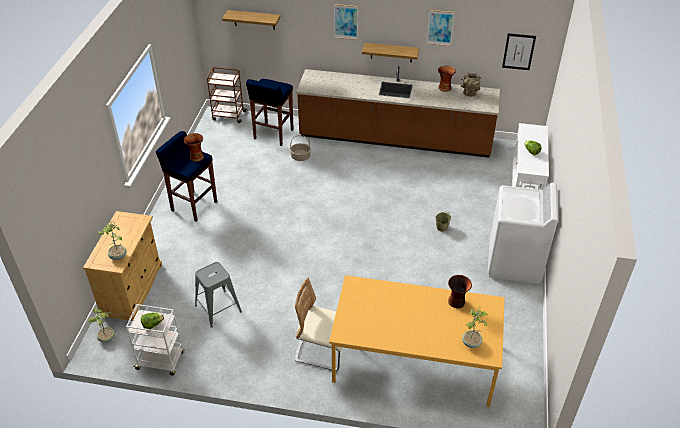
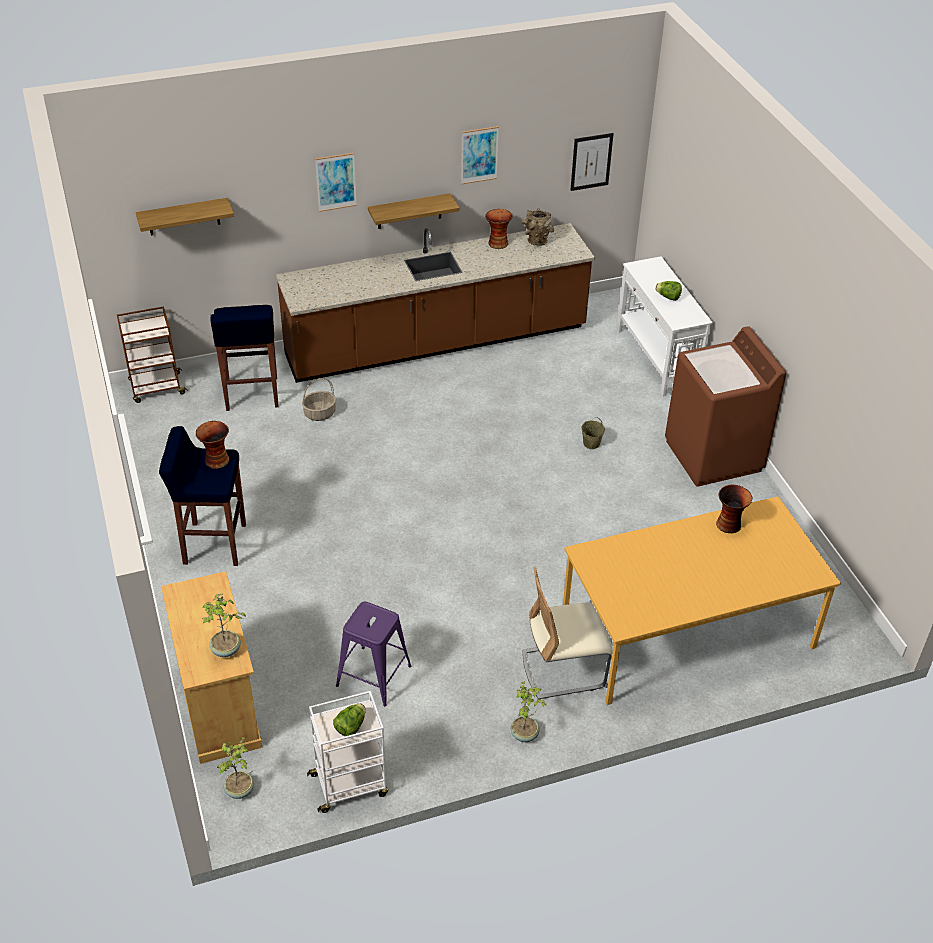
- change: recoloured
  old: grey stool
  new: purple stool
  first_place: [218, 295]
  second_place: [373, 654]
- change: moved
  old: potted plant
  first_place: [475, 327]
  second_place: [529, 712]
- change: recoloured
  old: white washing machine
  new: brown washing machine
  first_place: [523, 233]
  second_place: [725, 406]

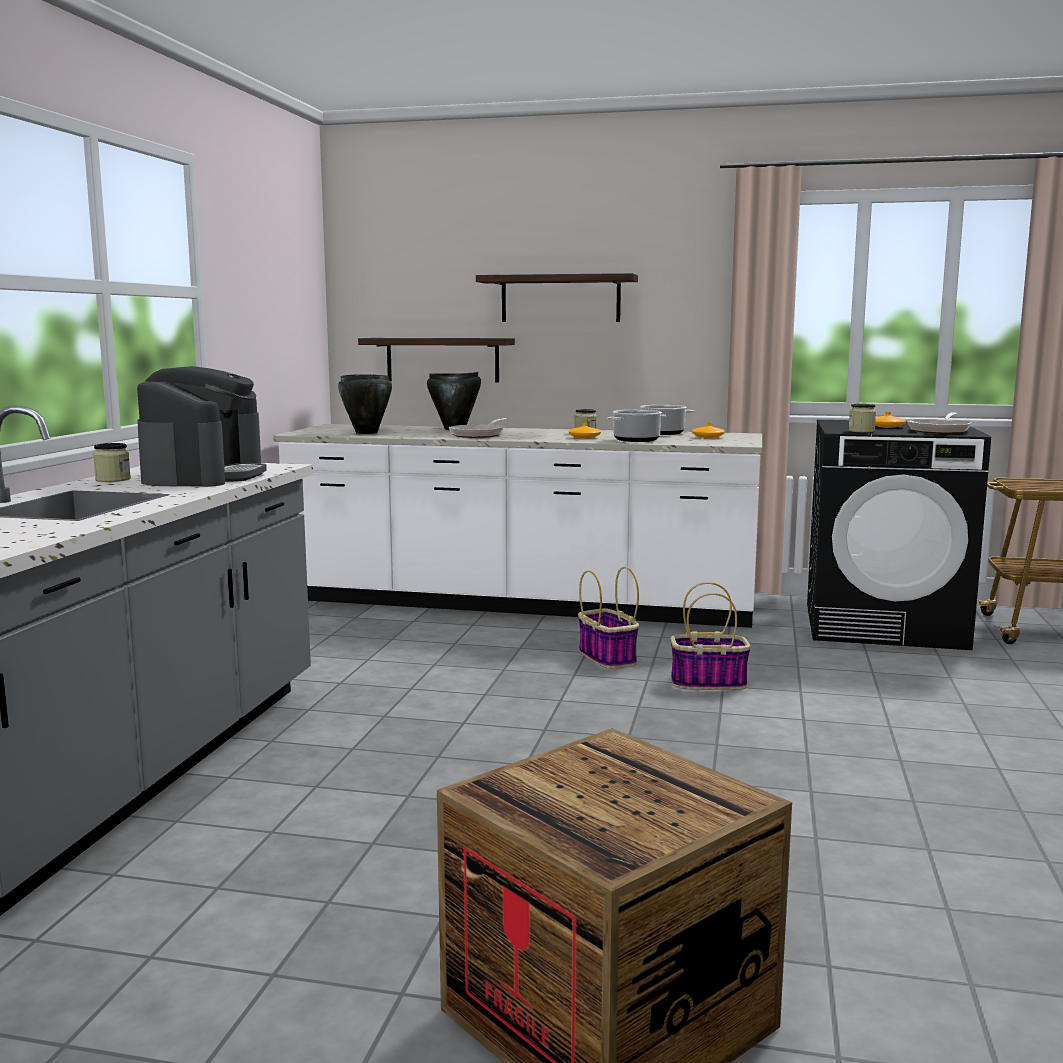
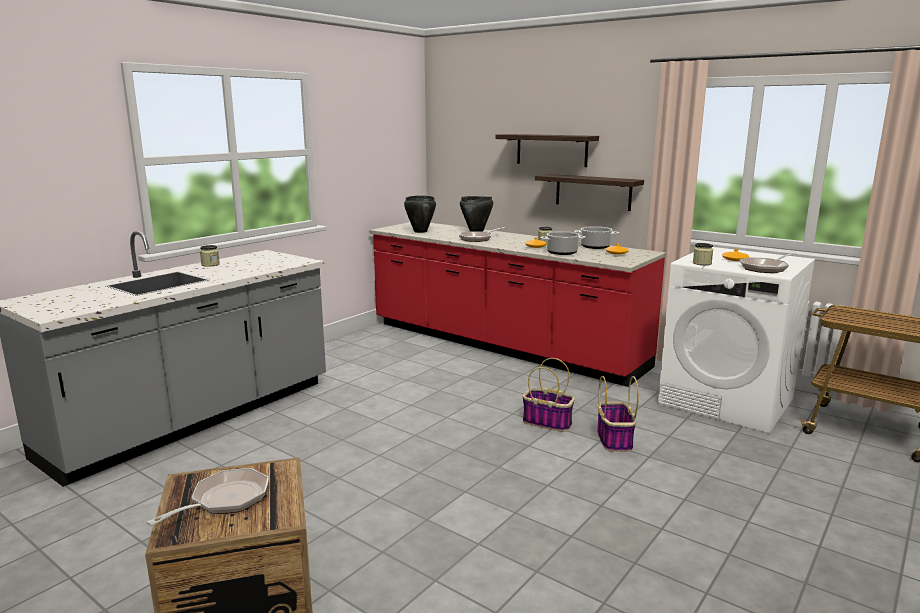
- change: added
  new: frying pan
  second_place: [207, 497]
- change: recoloured
  old: white counter
  new: red counter
  first_place: [517, 526]
  second_place: [517, 304]
- change: moved
  old: shelf
  first_place: [436, 360]
  second_place: [589, 192]
- change: moved
  old: basket
  first_place: [608, 617]
  second_place: [618, 414]
- change: recoloured
  old: black washing machine
  new: white washing machine
  first_place: [899, 535]
  second_place: [736, 340]
- change: removed
  old: coffee machine
  first_place: [202, 426]

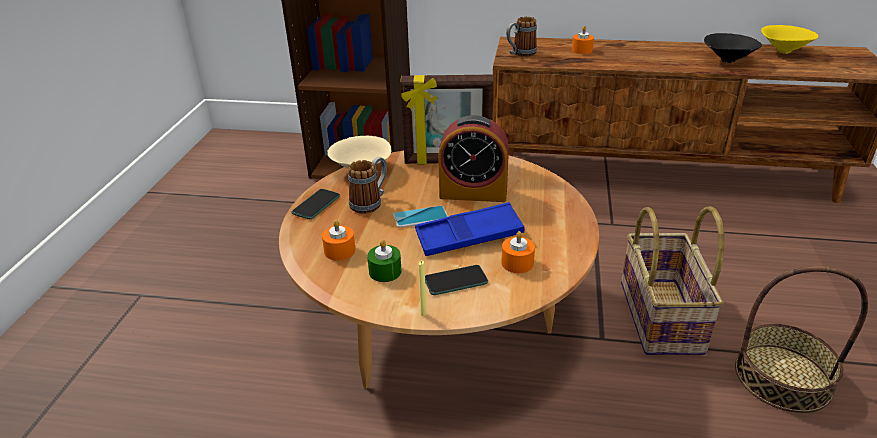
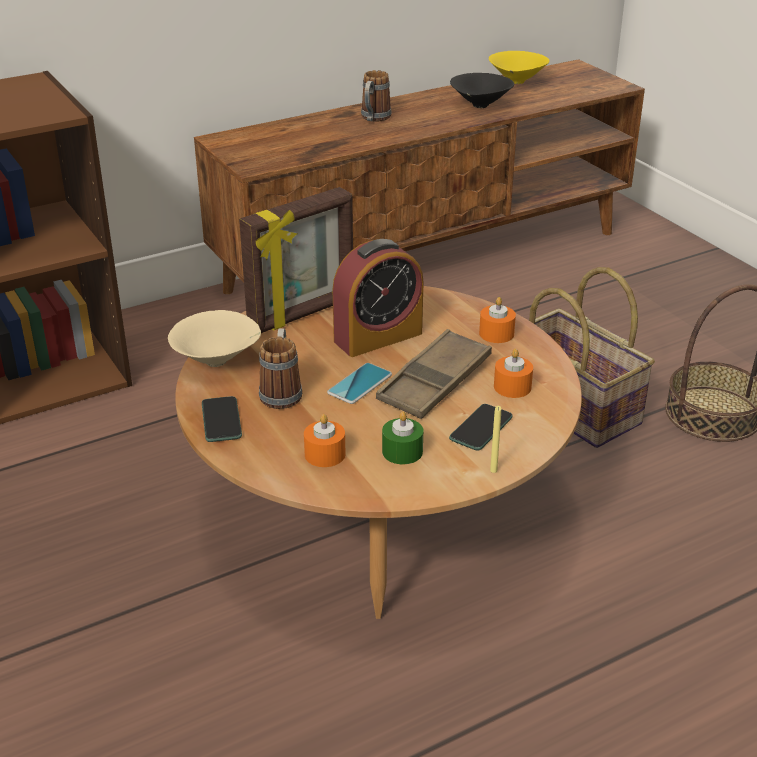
- change: moved
  old: mug
  first_place: [521, 37]
  second_place: [376, 96]
- change: recoloured
  old: blue tray
  new: brown tray
  first_place: [470, 229]
  second_place: [434, 374]
- change: moved
  old: orange candle
  first_place: [583, 40]
  second_place: [497, 320]

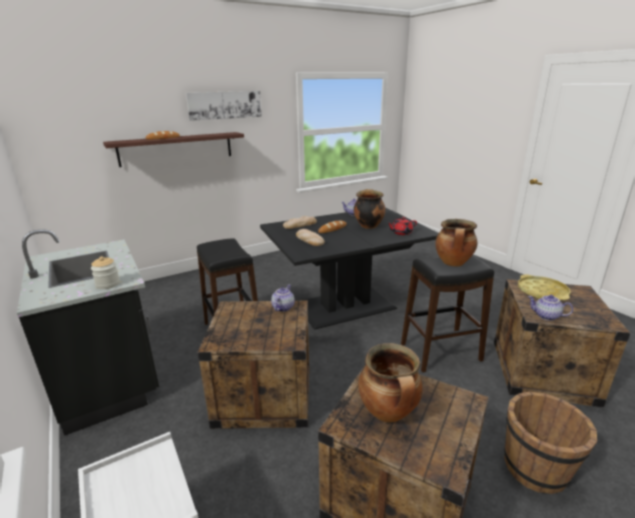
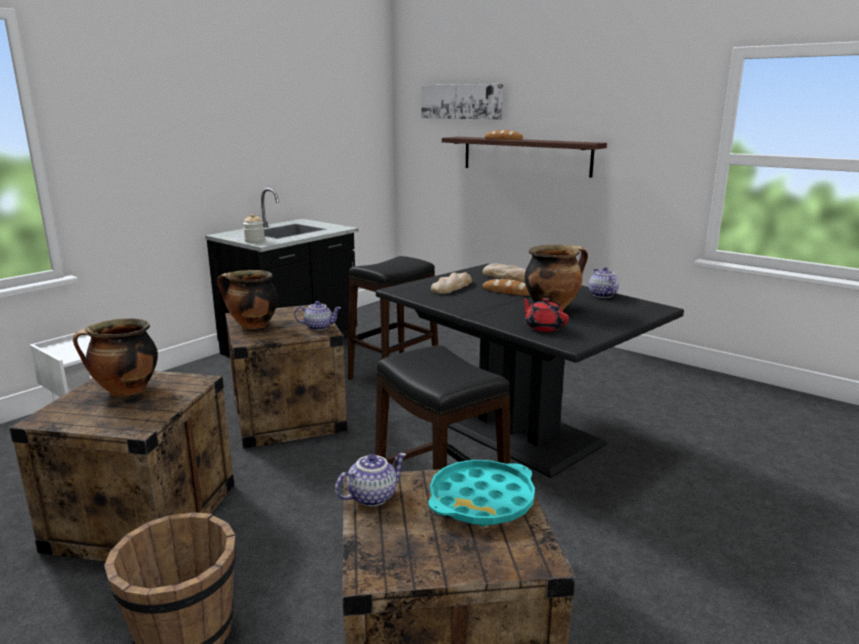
- change: moved
  old: cooking pot
  first_place: [456, 243]
  second_place: [247, 299]
- change: turned
  old: teapot
  first_place: [550, 308]
  second_place: [371, 479]
  degrees: 45
- change: moved
  old: picture
  first_place: [224, 106]
  second_place: [462, 102]
- change: recoloured
  old: yellow tray
  new: turquoise tray
  first_place: [544, 287]
  second_place: [481, 493]

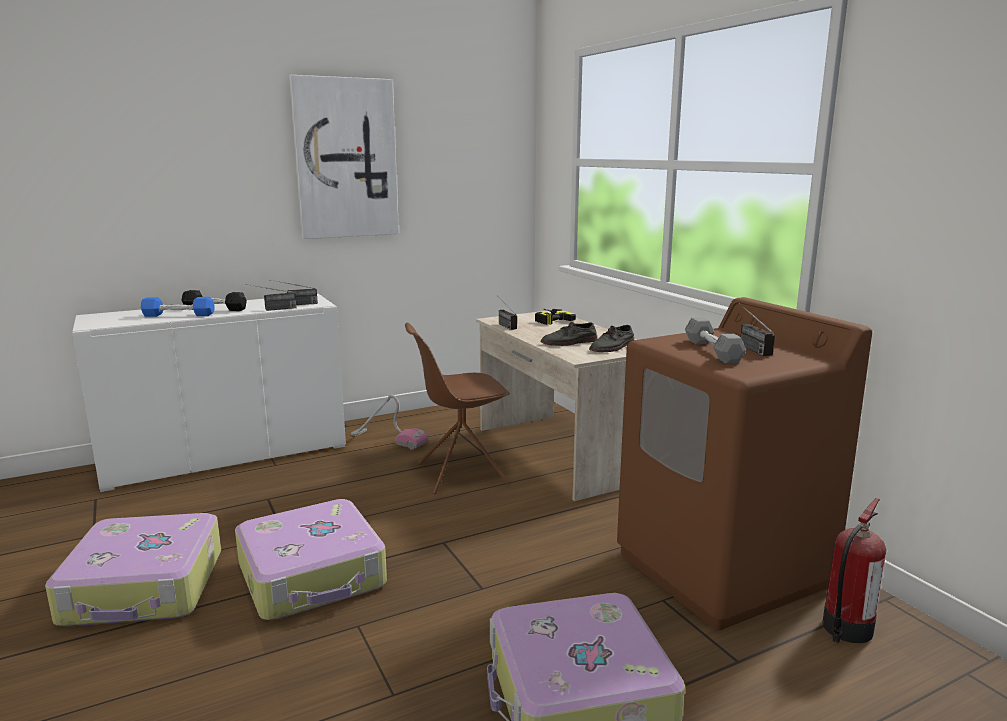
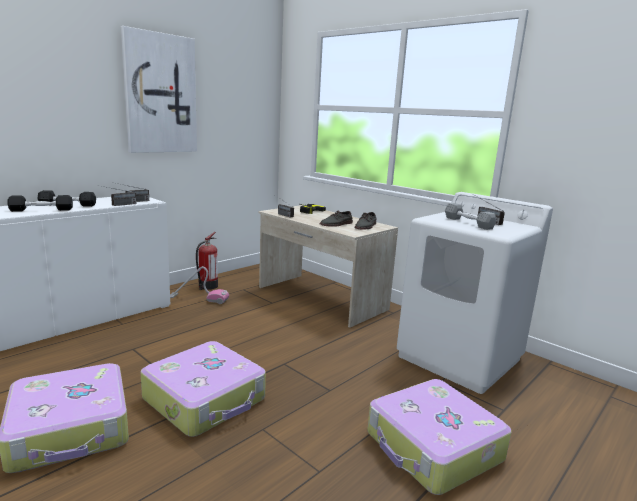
- change: recoloured
  old: blue dumbbell
  new: black dumbbell
  first_place: [178, 307]
  second_place: [40, 203]
- change: moved
  old: fire extinguisher
  first_place: [854, 570]
  second_place: [207, 261]
- change: recoloured
  old: brown washing machine
  new: white washing machine
  first_place: [744, 463]
  second_place: [475, 293]
- change: removed
  old: brown chair
  first_place: [457, 409]

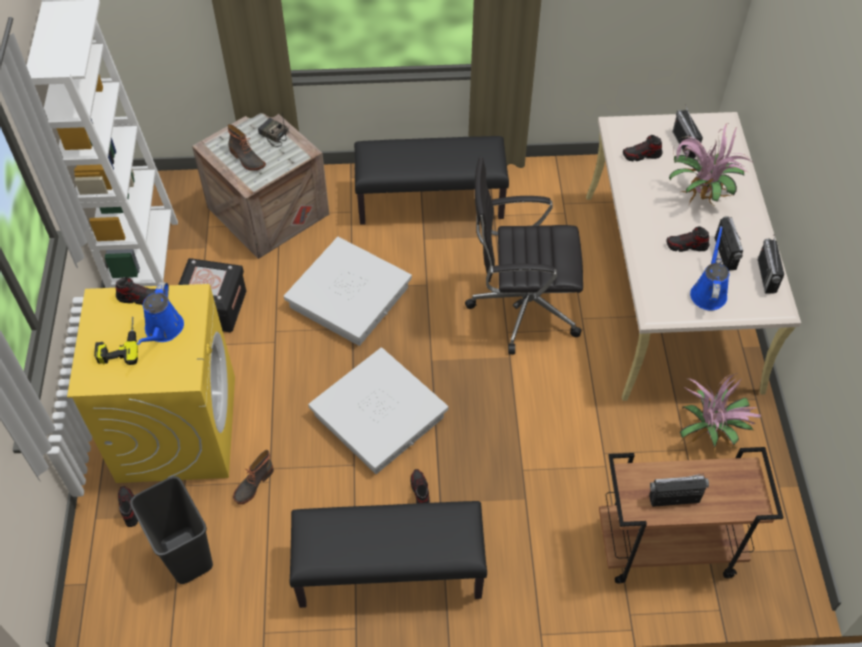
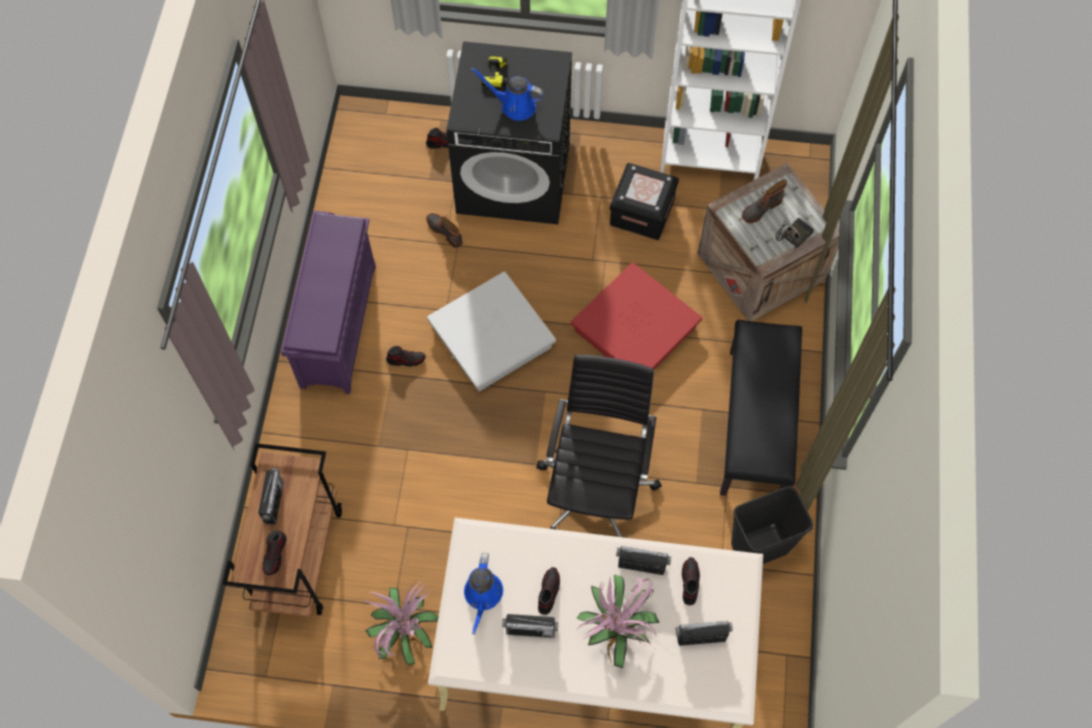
- change: moved
  old: shoe
  first_place: [136, 291]
  second_place: [274, 552]
- change: replaced
  old: black bench
  new: purple shoe rack
  first_place: [388, 554]
  second_place: [328, 302]
- change: recoloured
  old: yellow washing machine
  new: black washing machine
  first_place: [151, 383]
  second_place: [509, 132]
- change: turned
  old: blue watering can
  first_place: [709, 268]
  second_place: [483, 594]
  degrees: 75
- change: recoloured
  old: white storage box
  new: red storage box
  first_place: [348, 291]
  second_place: [636, 315]
- change: moved
  old: radio
  first_place: [771, 264]
  second_place: [643, 560]
- change: moved
  old: black trash can
  first_place: [171, 530]
  second_place: [772, 525]

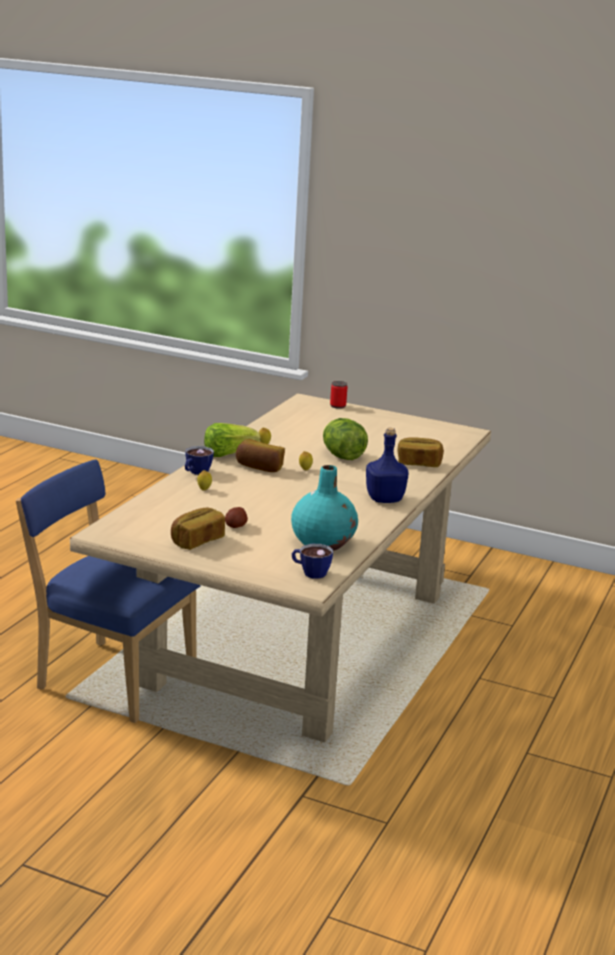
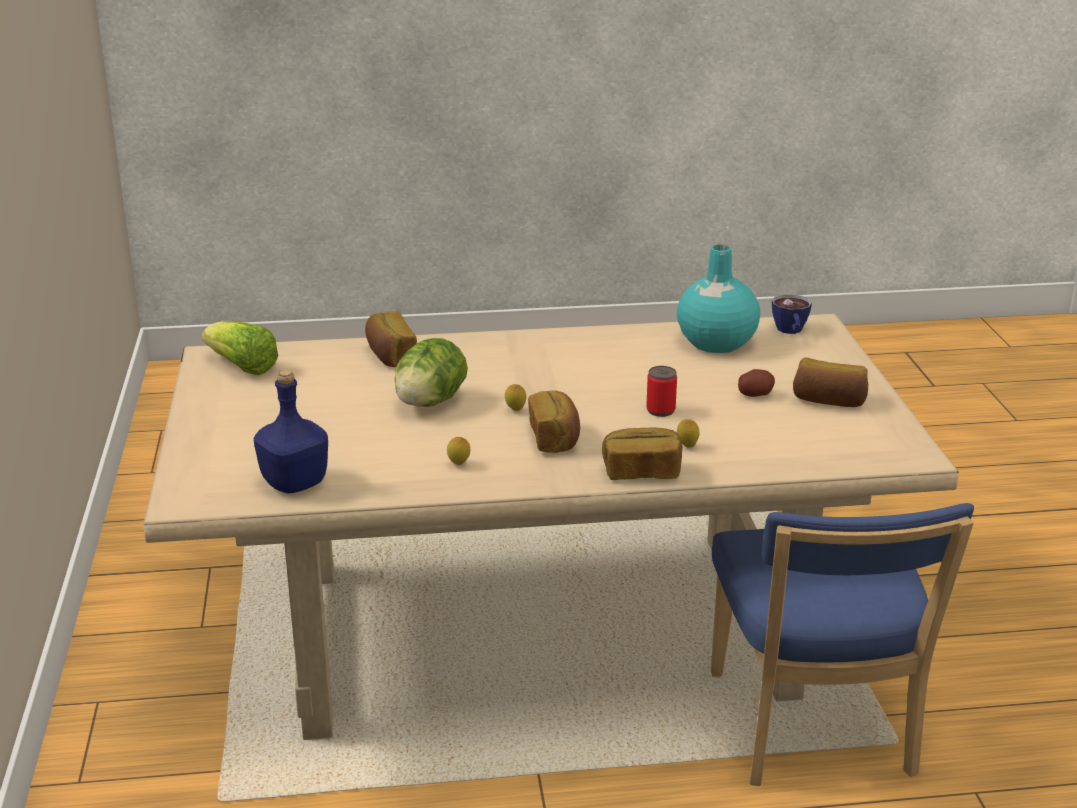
- change: moved
  old: lettuce
  first_place: [232, 440]
  second_place: [240, 348]
- change: moved
  old: blue bottle
  first_place: [387, 465]
  second_place: [291, 432]
- change: replaced
  old: cup
  new: bread
  first_place: [199, 460]
  second_place: [642, 454]
- change: moved
  old: can
  first_place: [338, 395]
  second_place: [661, 391]

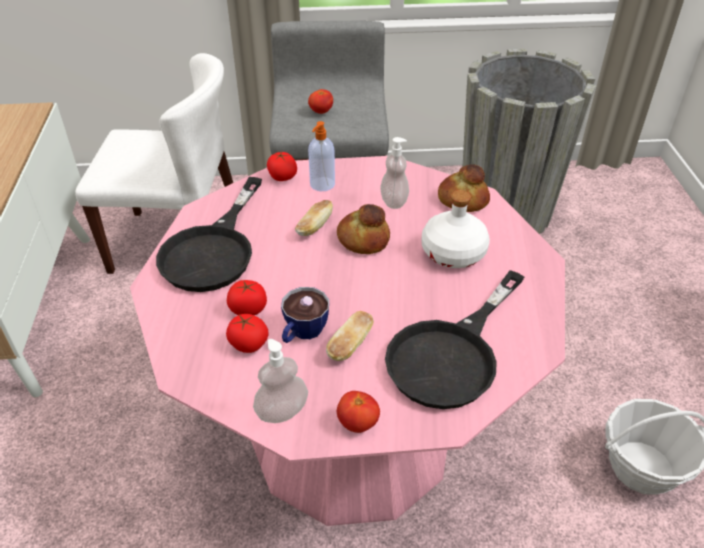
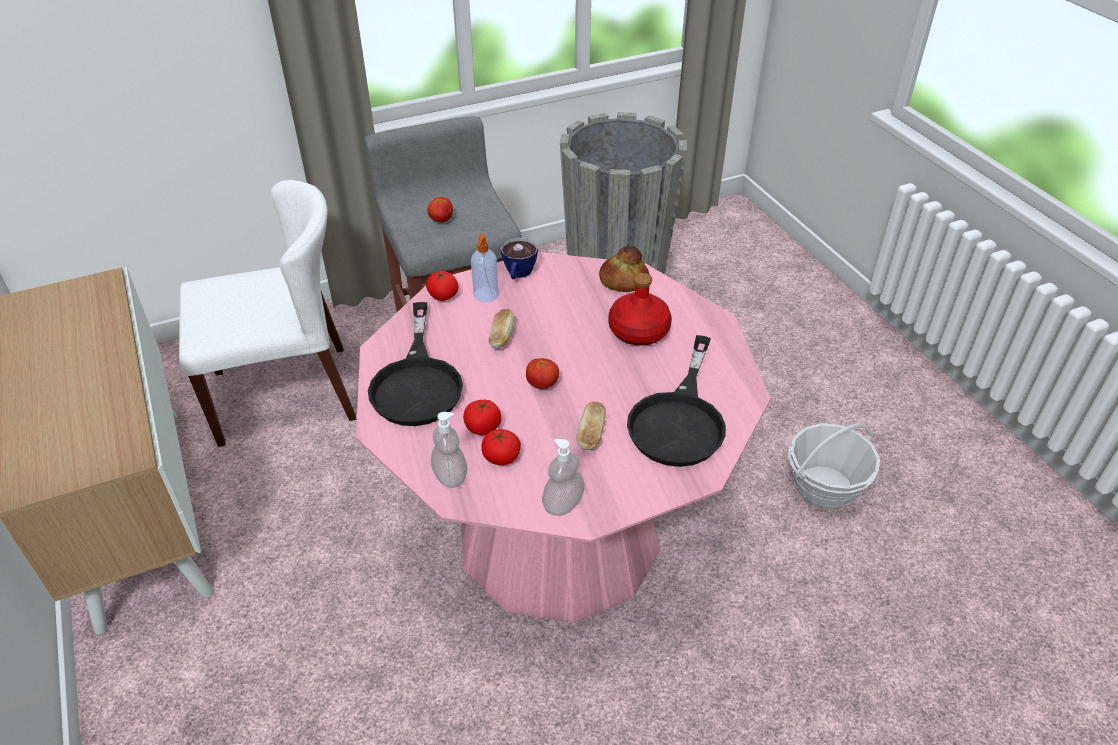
- change: moved
  old: soap dispenser
  first_place: [394, 173]
  second_place: [449, 450]
- change: moved
  old: cup
  first_place: [305, 315]
  second_place: [519, 258]
- change: moved
  old: tomato
  first_place: [358, 412]
  second_place: [542, 373]
- change: recoloured
  old: white bottle
  new: red bottle
  first_place: [456, 229]
  second_place: [640, 309]
- change: removed
  old: bread
  first_place: [363, 229]

